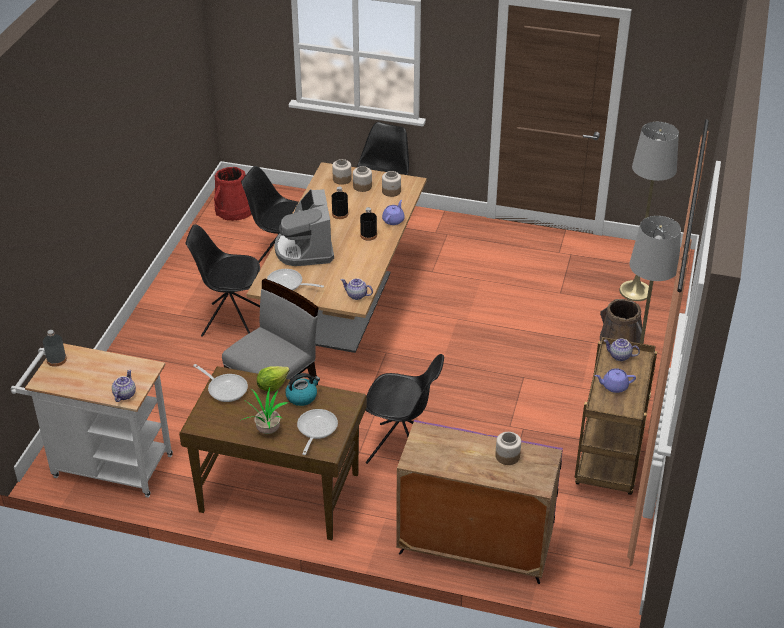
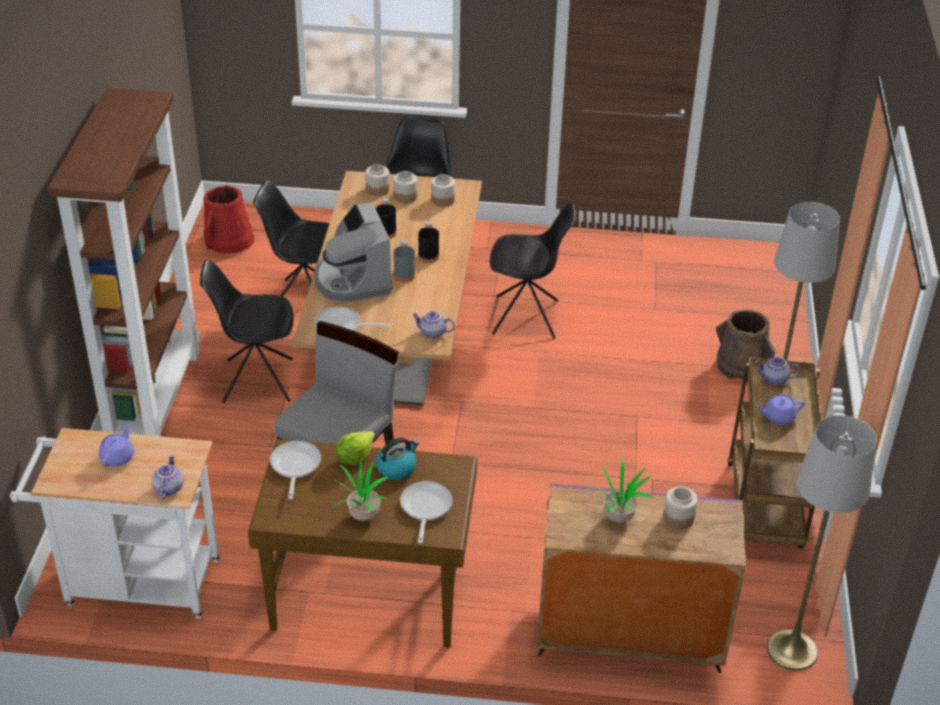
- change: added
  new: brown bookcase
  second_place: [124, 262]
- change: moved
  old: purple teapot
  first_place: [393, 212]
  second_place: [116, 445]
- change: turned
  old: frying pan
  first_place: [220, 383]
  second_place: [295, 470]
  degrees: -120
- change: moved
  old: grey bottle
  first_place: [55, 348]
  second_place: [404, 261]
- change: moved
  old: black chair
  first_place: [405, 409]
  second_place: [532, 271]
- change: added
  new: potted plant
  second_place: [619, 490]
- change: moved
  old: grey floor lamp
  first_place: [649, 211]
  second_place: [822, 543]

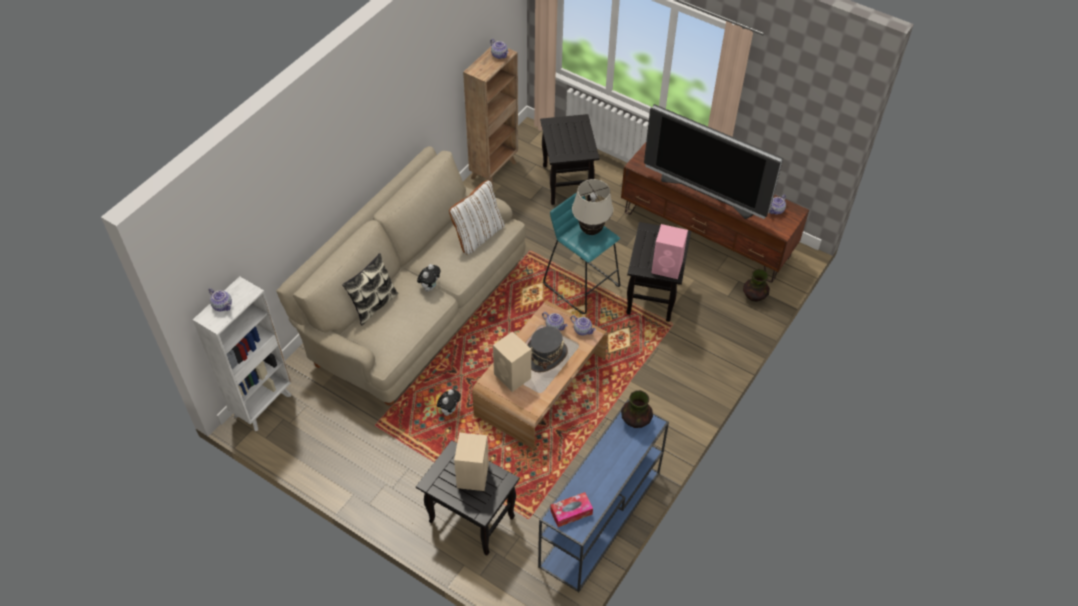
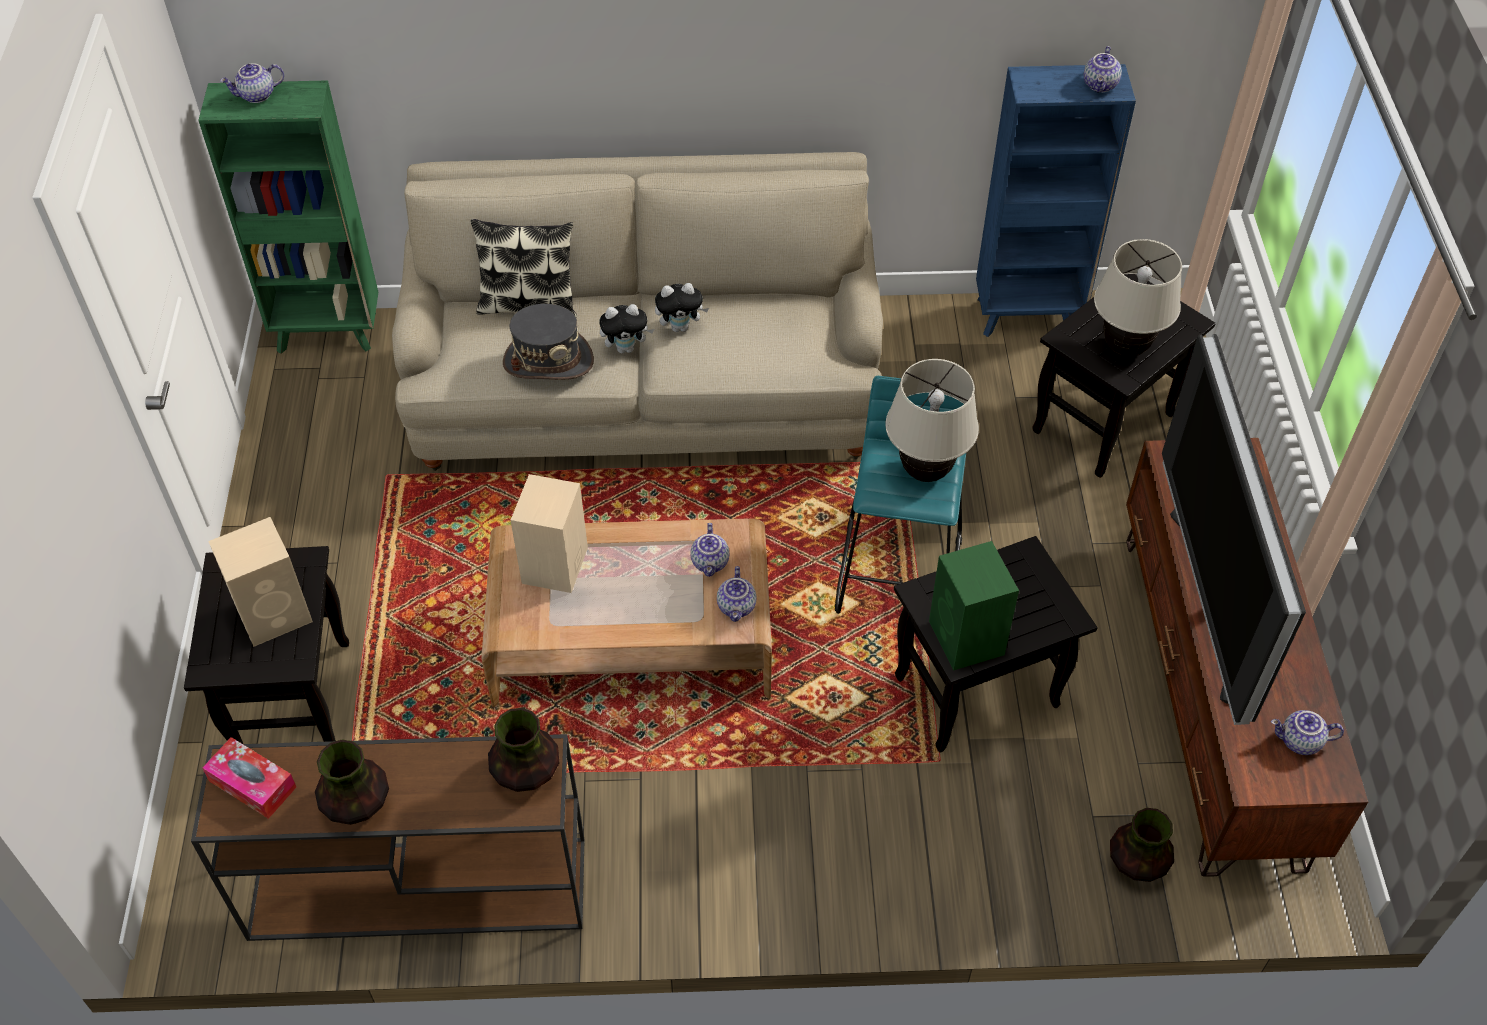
- change: recoloured
  old: blue console table
  new: brown console table
  first_place: [603, 496]
  second_place: [388, 837]
- change: recoloured
  old: white bookcase
  new: green bookcase
  first_place: [242, 353]
  second_place: [288, 217]
- change: turned
  old: teapot
  first_place: [220, 299]
  second_place: [252, 83]
  degrees: 60
- change: added
  new: vase
  second_place: [352, 782]
- change: moved
  old: grey hat
  first_place: [547, 350]
  second_place: [548, 342]
- change: moved
  old: plush toy
  first_place: [448, 402]
  second_place: [682, 307]
- change: recoloured
  old: pink speaker
  new: green speaker
  first_place: [669, 251]
  second_place: [974, 605]
- change: recoloured
  old: brown bookcase
  new: blue bookcase
  first_place: [490, 117]
  second_place: [1056, 200]
- change: added
  new: beige table lamp
  second_place: [1138, 298]
- change: removed
  old: white pillow
  first_place: [477, 217]

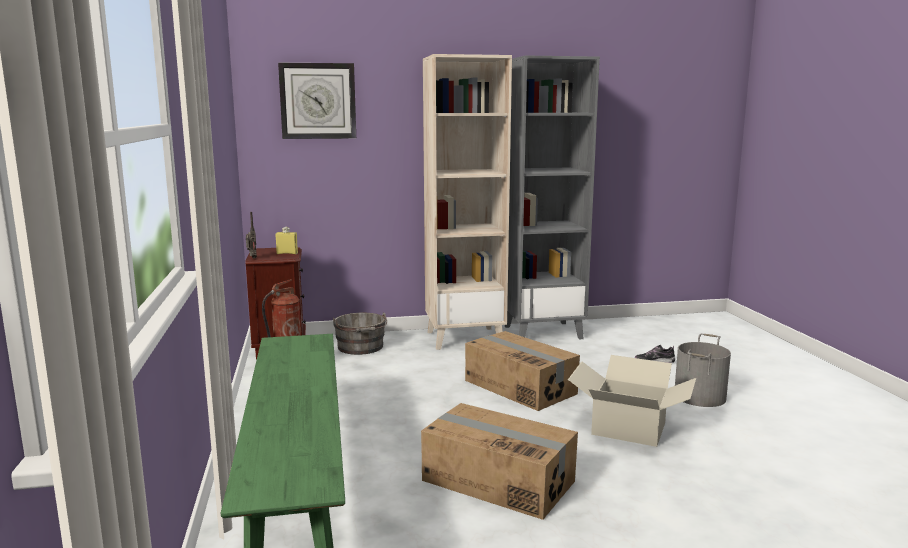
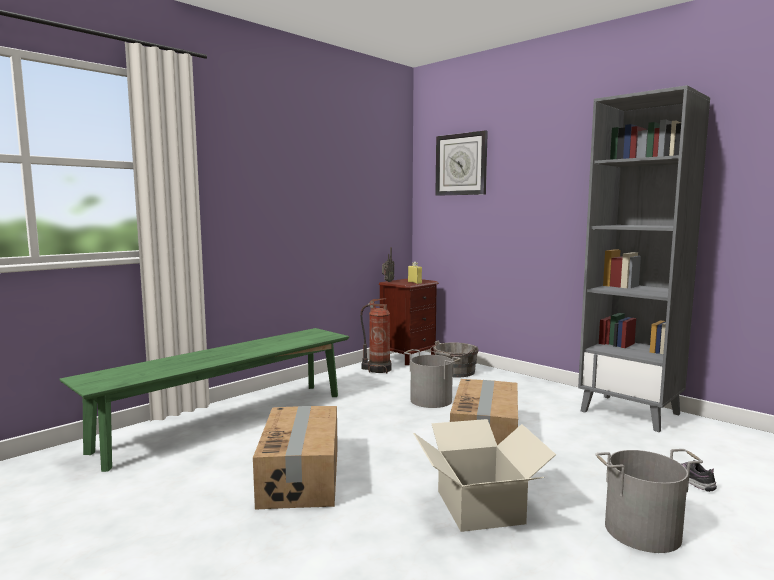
- change: added
  new: grey bucket
  second_place: [432, 378]
- change: removed
  old: beige bookcase
  first_place: [467, 202]

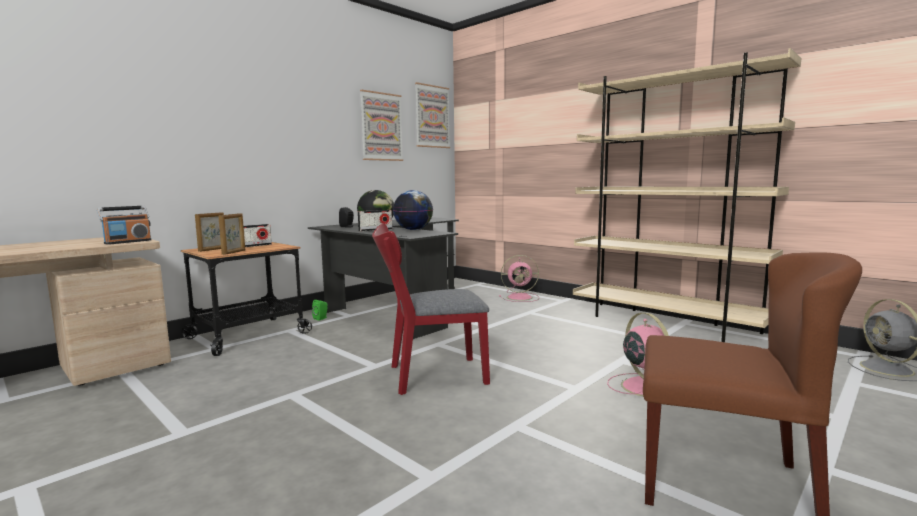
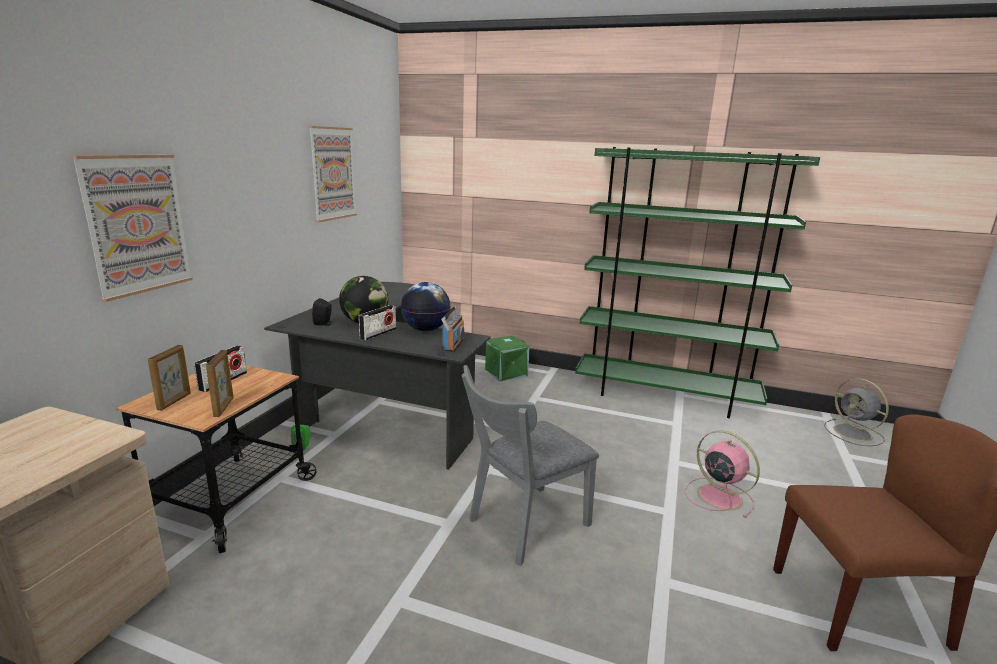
- change: moved
  old: picture
  first_place: [432, 115]
  second_place: [132, 228]
- change: moved
  old: radio
  first_place: [124, 225]
  second_place: [452, 329]
- change: recoloured
  old: red chair
  new: grey chair
  first_place: [431, 309]
  second_place: [530, 465]
- change: replaced
  old: pink fan
  new: green storage box
  first_place: [519, 278]
  second_place: [507, 359]
- change: recoloured
  old: beige bookcase
  new: green bookcase
  first_place: [687, 195]
  second_place: [697, 282]

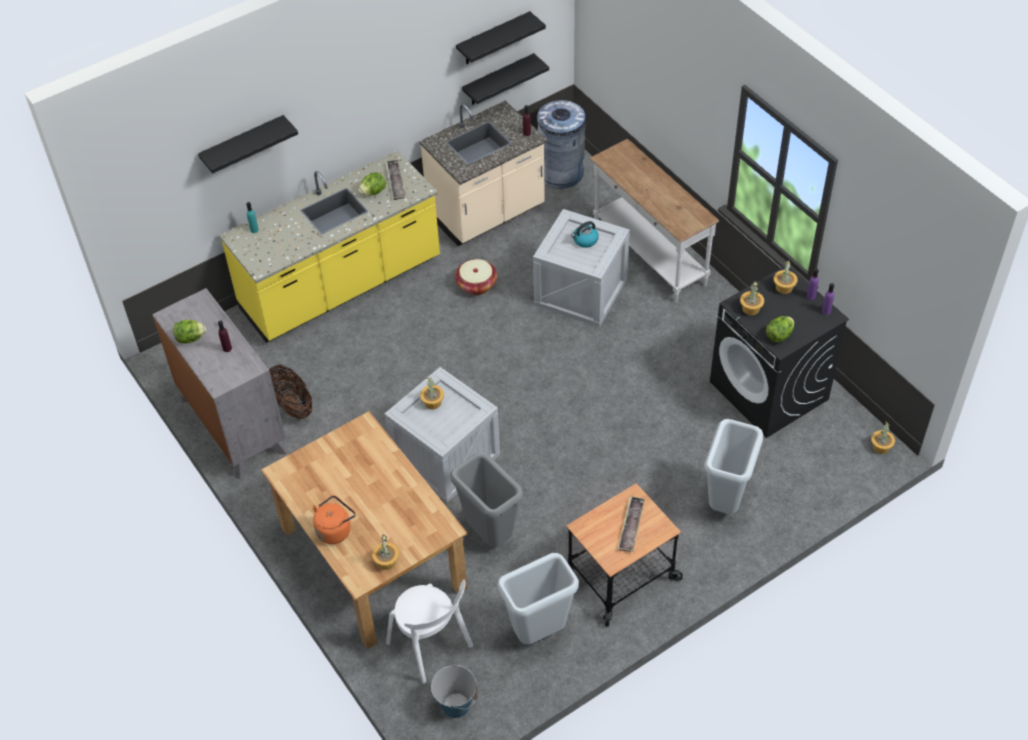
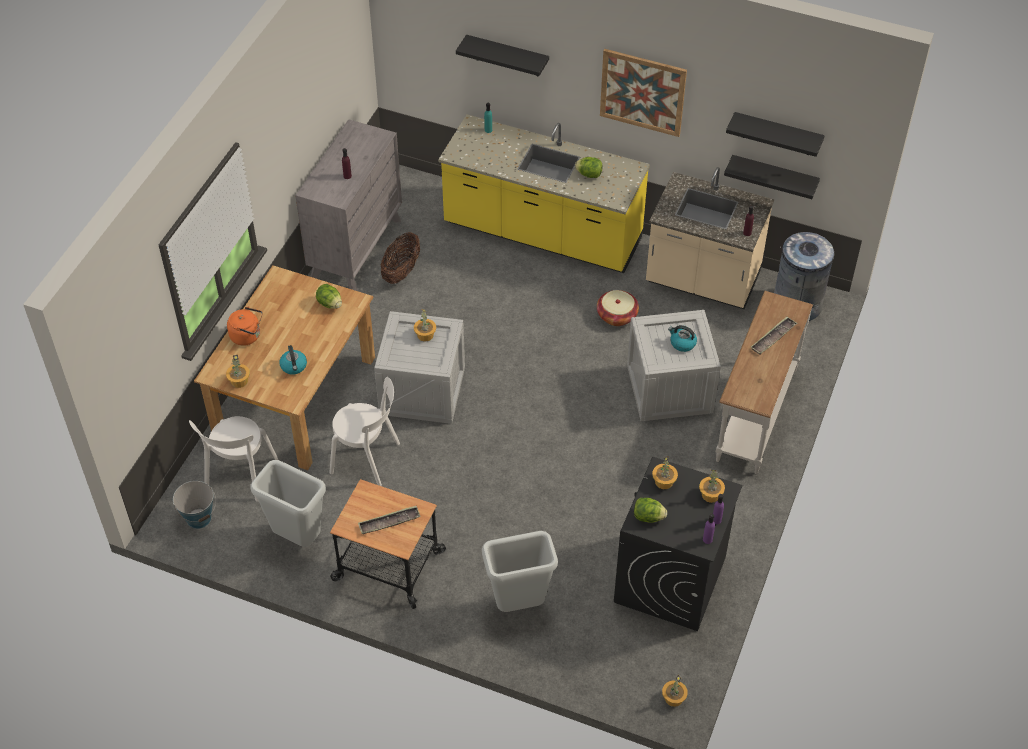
- change: added
  new: kettle
  second_place: [293, 360]
- change: moved
  old: lettuce
  first_place: [189, 332]
  second_place: [329, 296]
- change: replaced
  old: grey trash can
  new: white chair
  first_place: [486, 499]
  second_place: [364, 431]
- change: added
  new: picture
  second_place: [643, 93]
- change: moved
  old: tray
  first_place: [395, 179]
  second_place: [774, 336]

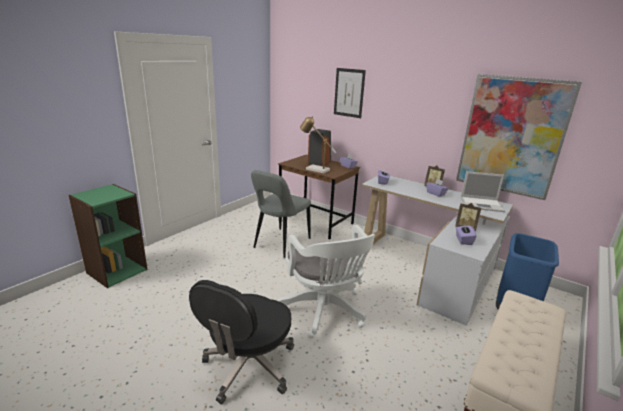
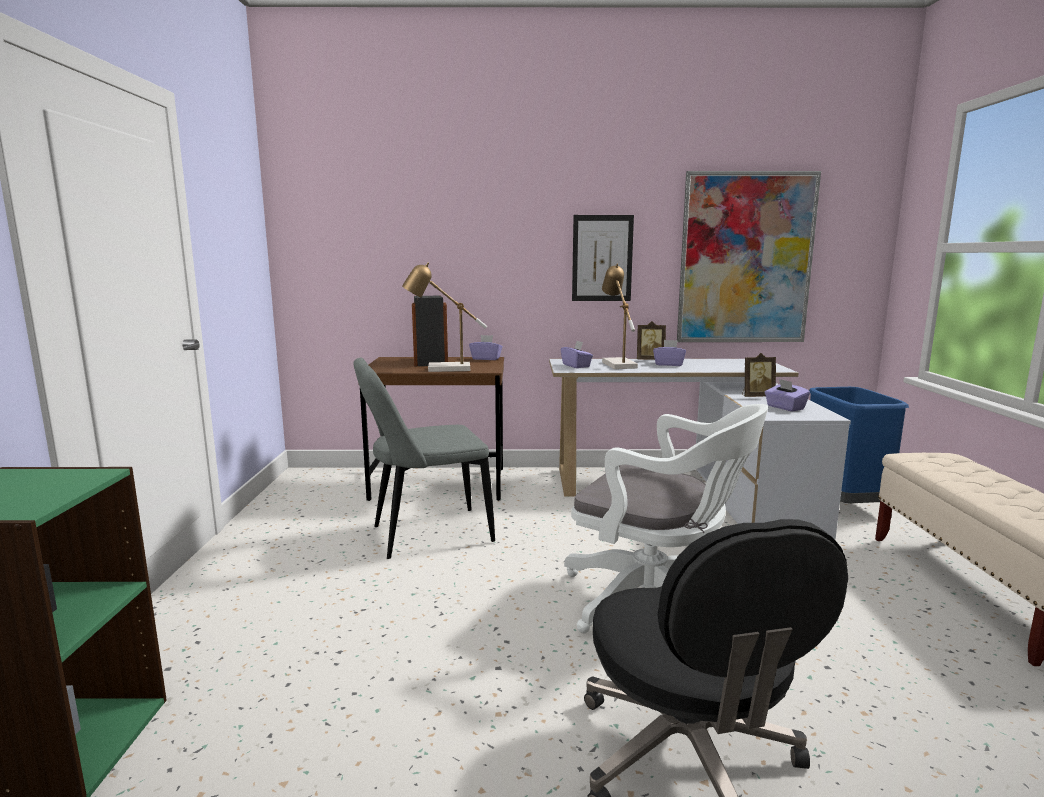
- change: turned
  old: grey chair
  first_place: [281, 214]
  second_place: [424, 458]
  degrees: 75
- change: moved
  old: picture
  first_place: [350, 93]
  second_place: [603, 258]
- change: added
  new: table lamp
  second_place: [620, 316]
- change: removed
  old: laptop
  first_place: [483, 191]

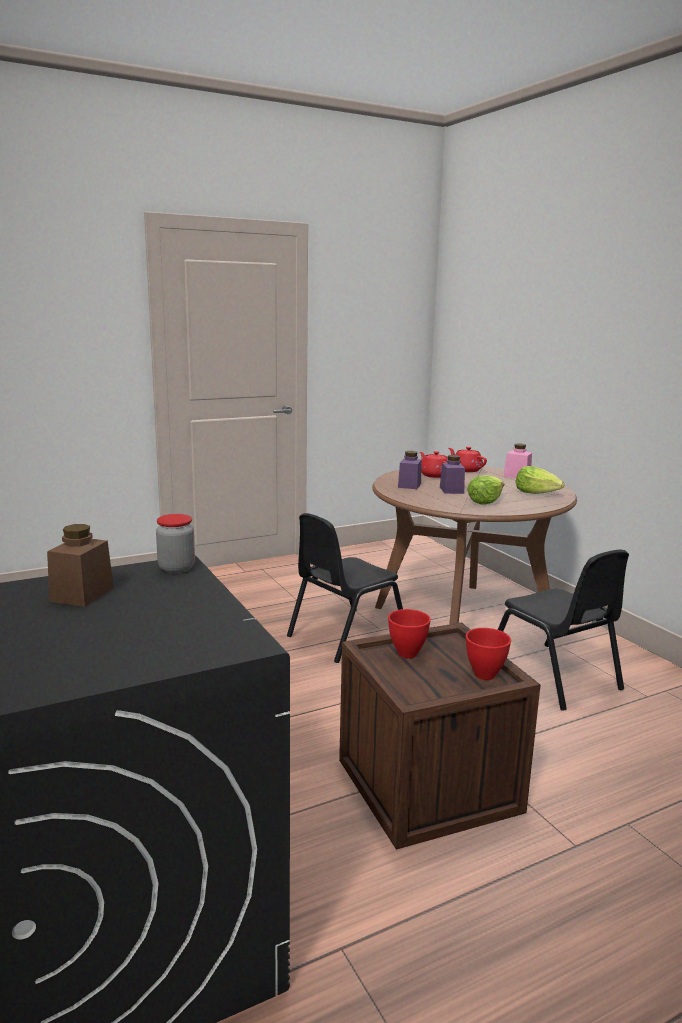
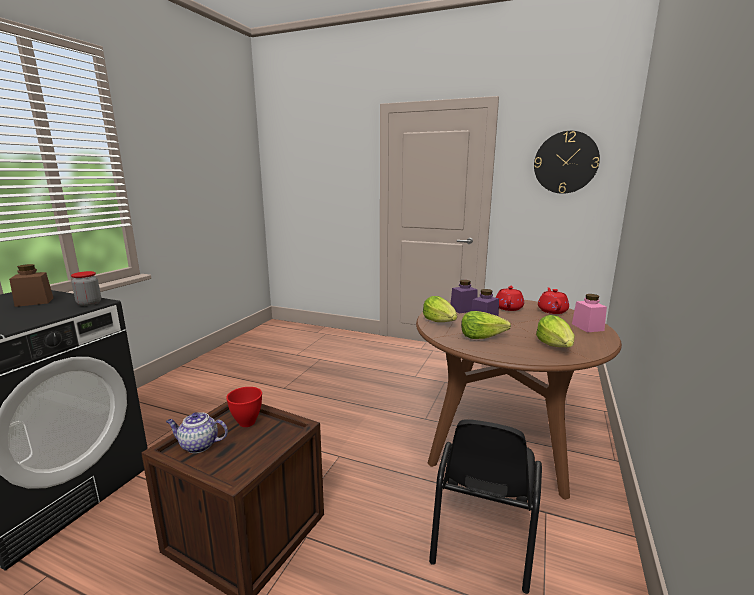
- change: added
  new: teapot
  second_place: [197, 432]
- change: added
  new: lettuce
  second_place: [440, 309]
- change: added
  new: wall clock
  second_place: [567, 162]
- change: removed
  old: black chair
  first_place: [345, 588]
- change: removed
  old: red bowl
  first_place: [488, 654]

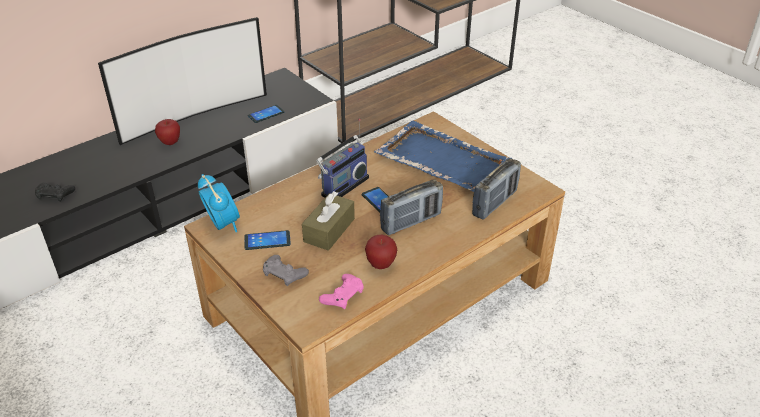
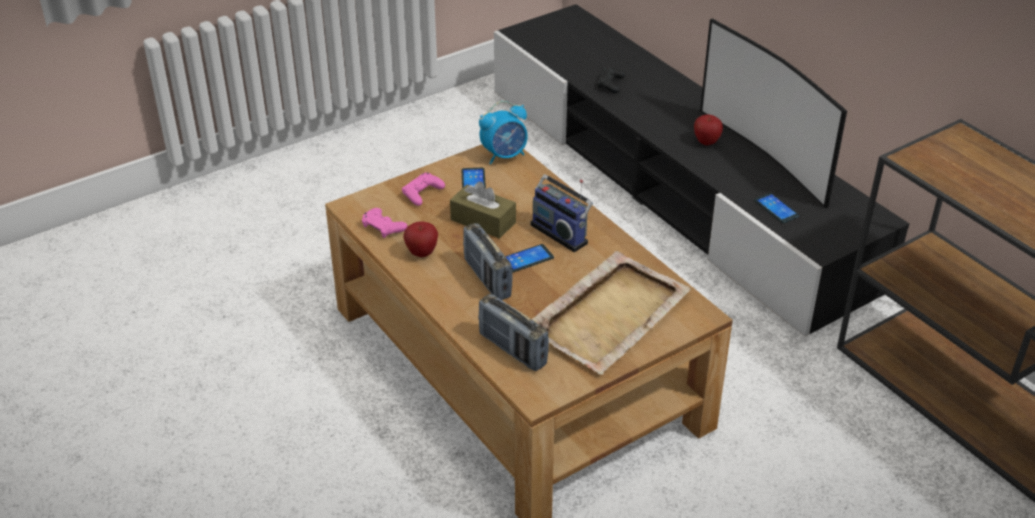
- change: recoloured
  old: grey game controller
  new: pink game controller
  first_place: [286, 270]
  second_place: [423, 189]
- change: recoloured
  old: blue tray
  new: beige tray
  first_place: [443, 156]
  second_place: [611, 313]

